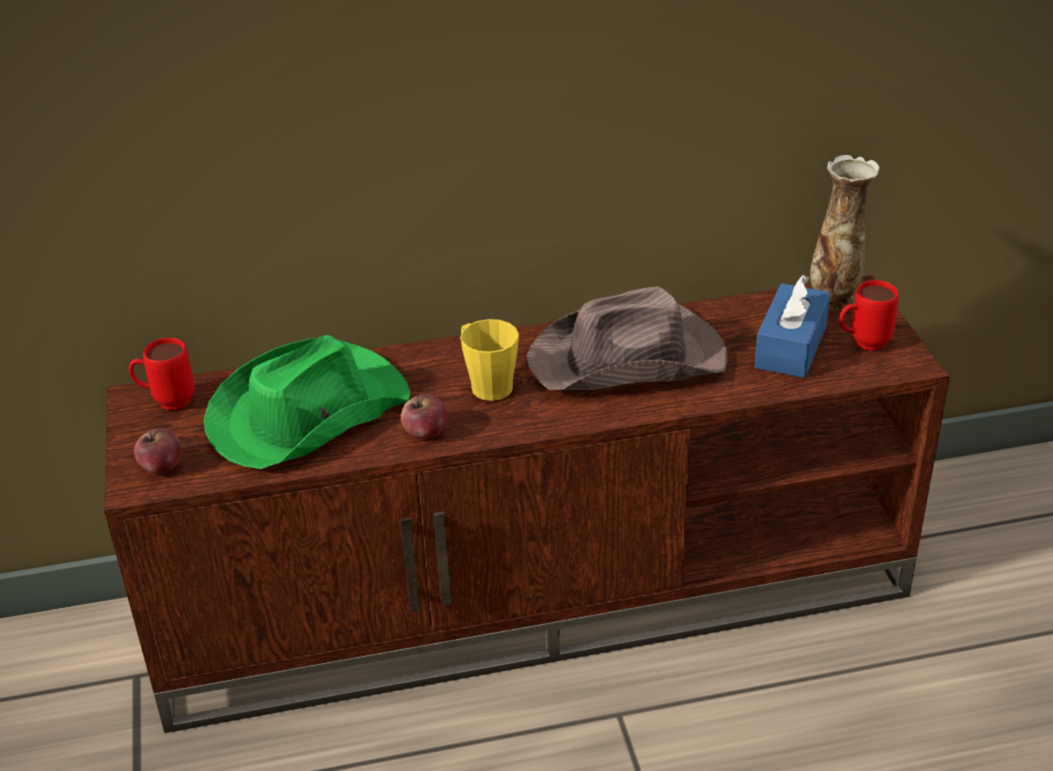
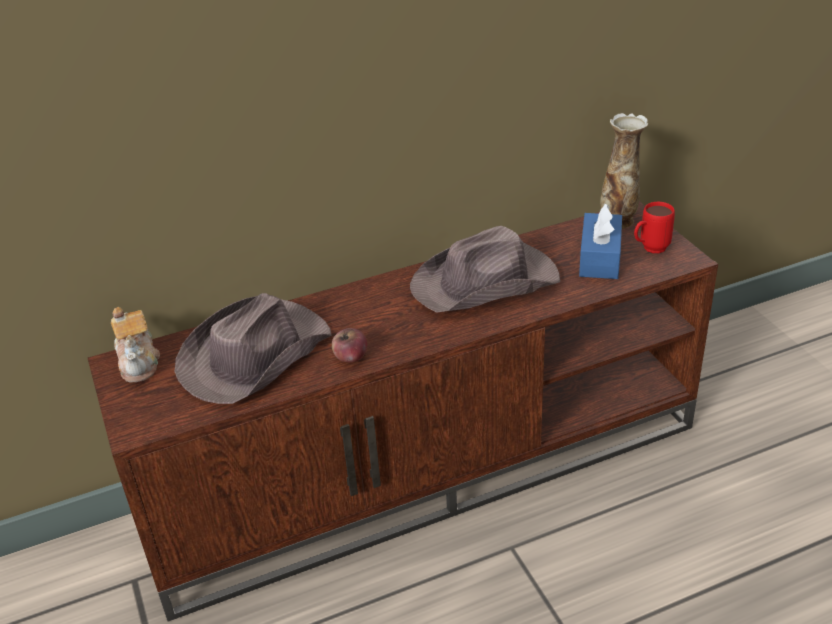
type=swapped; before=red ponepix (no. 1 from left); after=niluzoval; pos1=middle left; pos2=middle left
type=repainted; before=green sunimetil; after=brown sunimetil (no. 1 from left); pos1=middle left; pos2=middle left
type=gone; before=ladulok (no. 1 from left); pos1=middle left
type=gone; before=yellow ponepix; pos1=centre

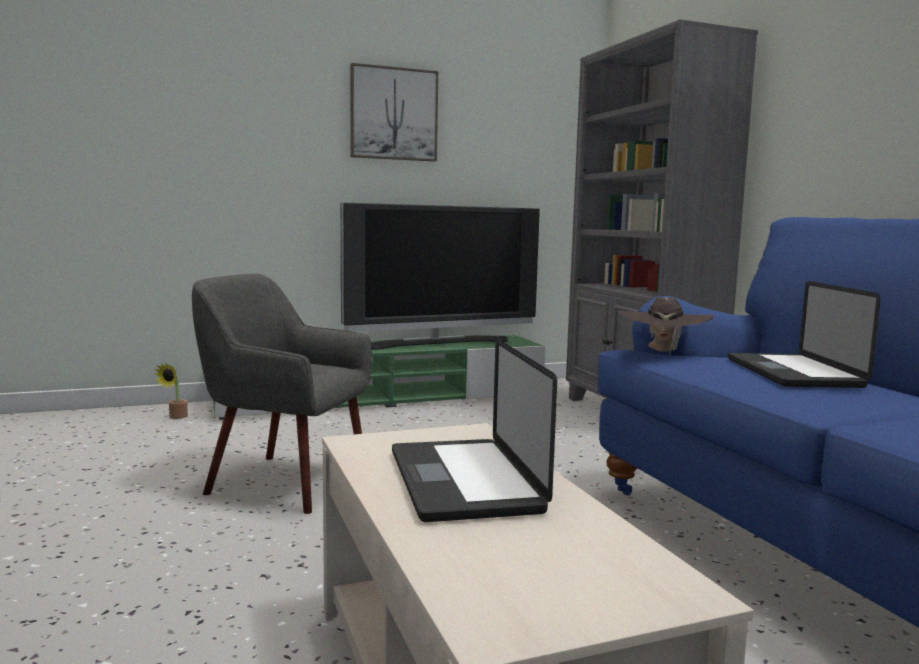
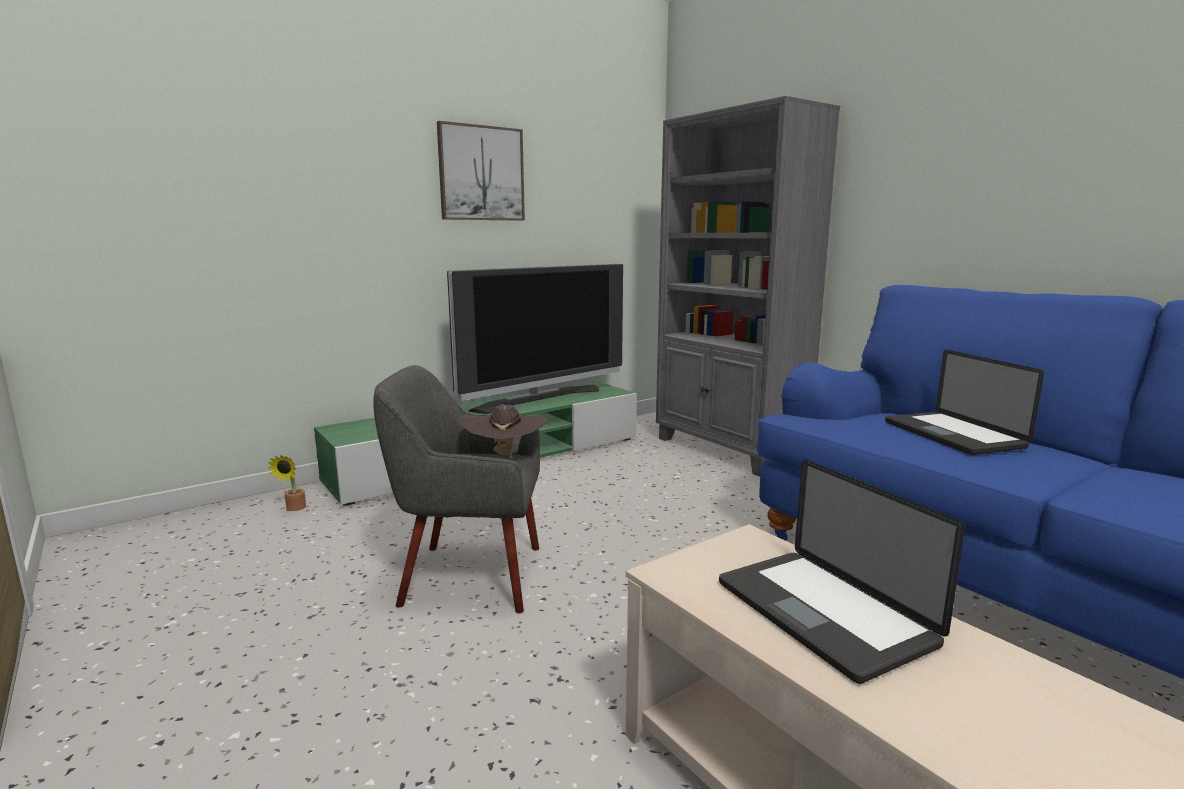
type=shifted; before=brown sunimetil; pos1=middle right; pos2=centre

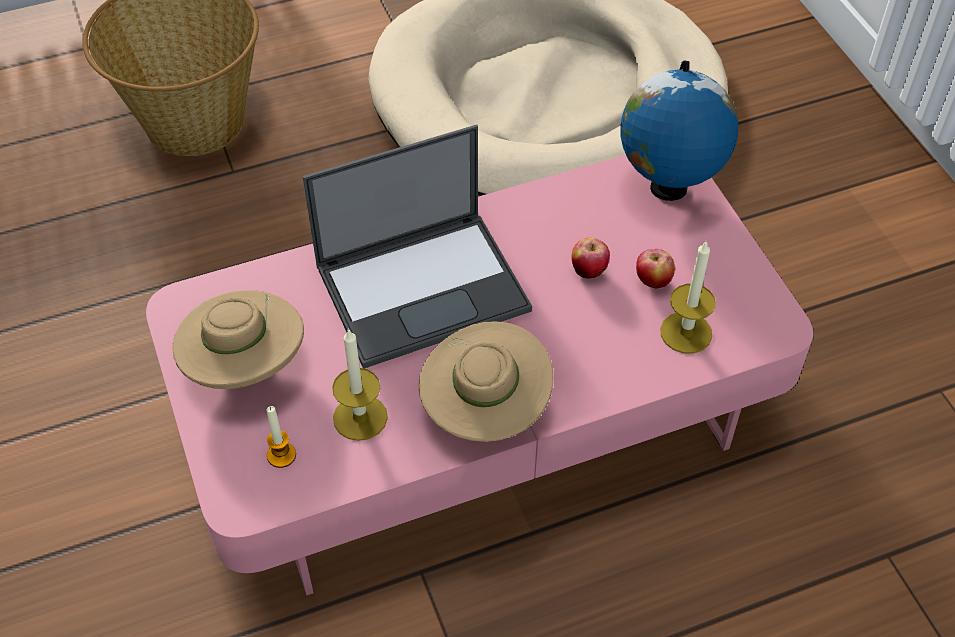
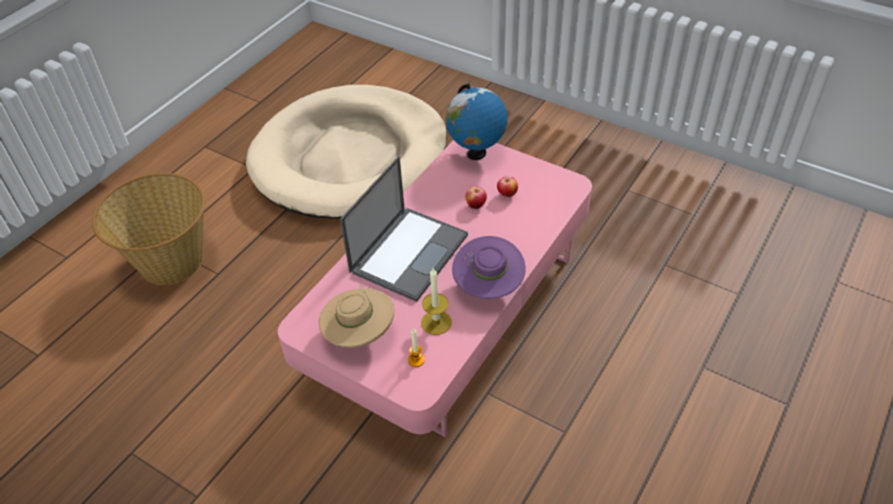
type=repainted; before=beige sunimetil (no. 2 from left); after=purple sunimetil; pos1=centre; pos2=centre
type=gone; before=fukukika (no. 3 from left); pos1=middle right

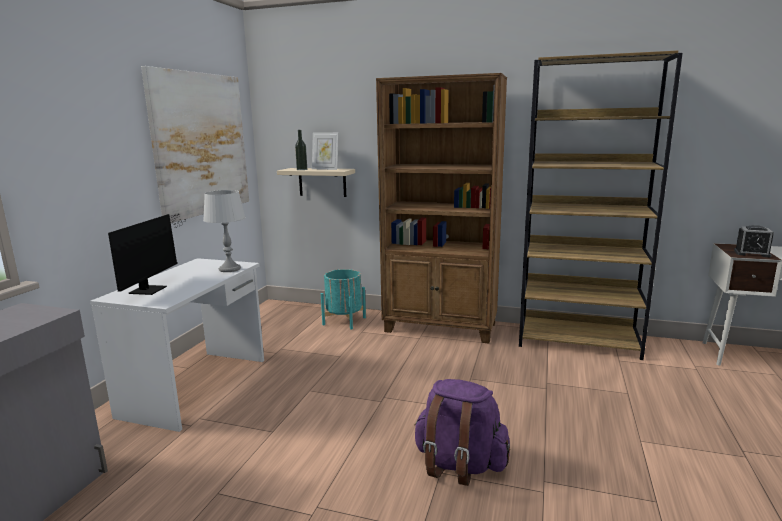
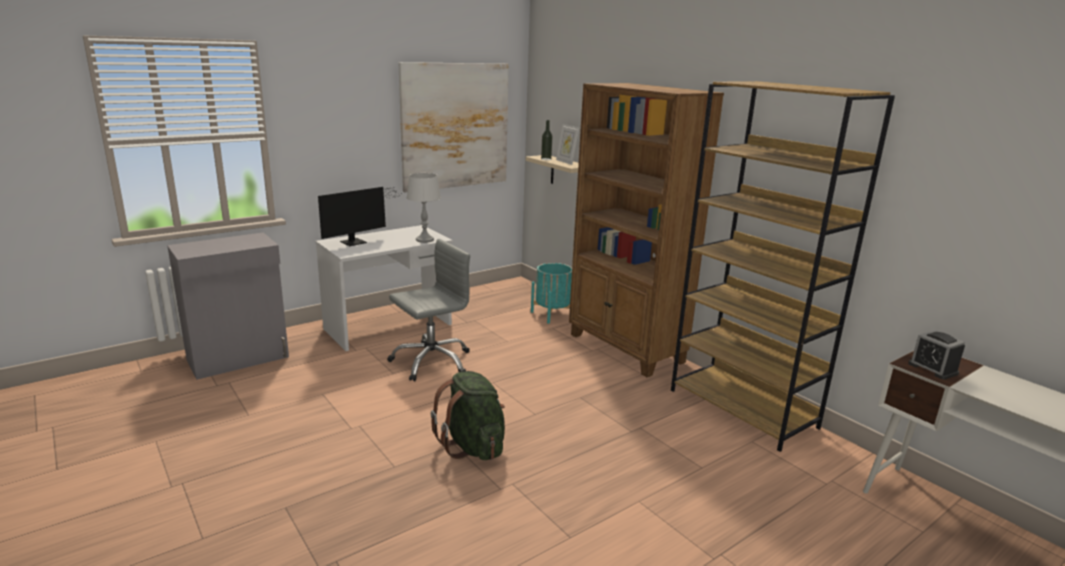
type=new; after=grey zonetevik; pos2=centre
type=repainted; before=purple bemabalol; after=green bemabalol; pos1=bottom centre; pos2=bottom centre

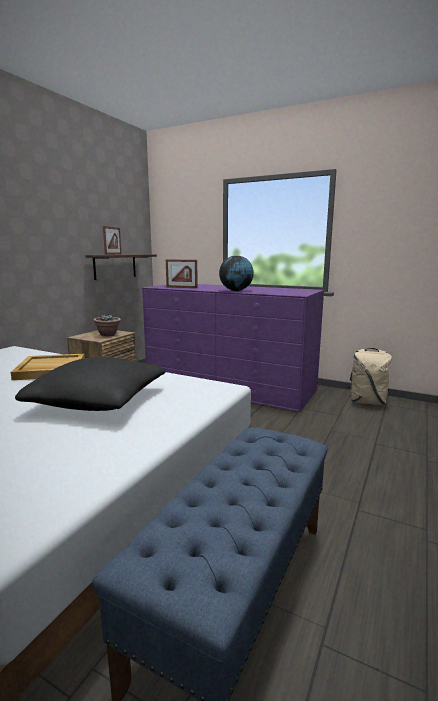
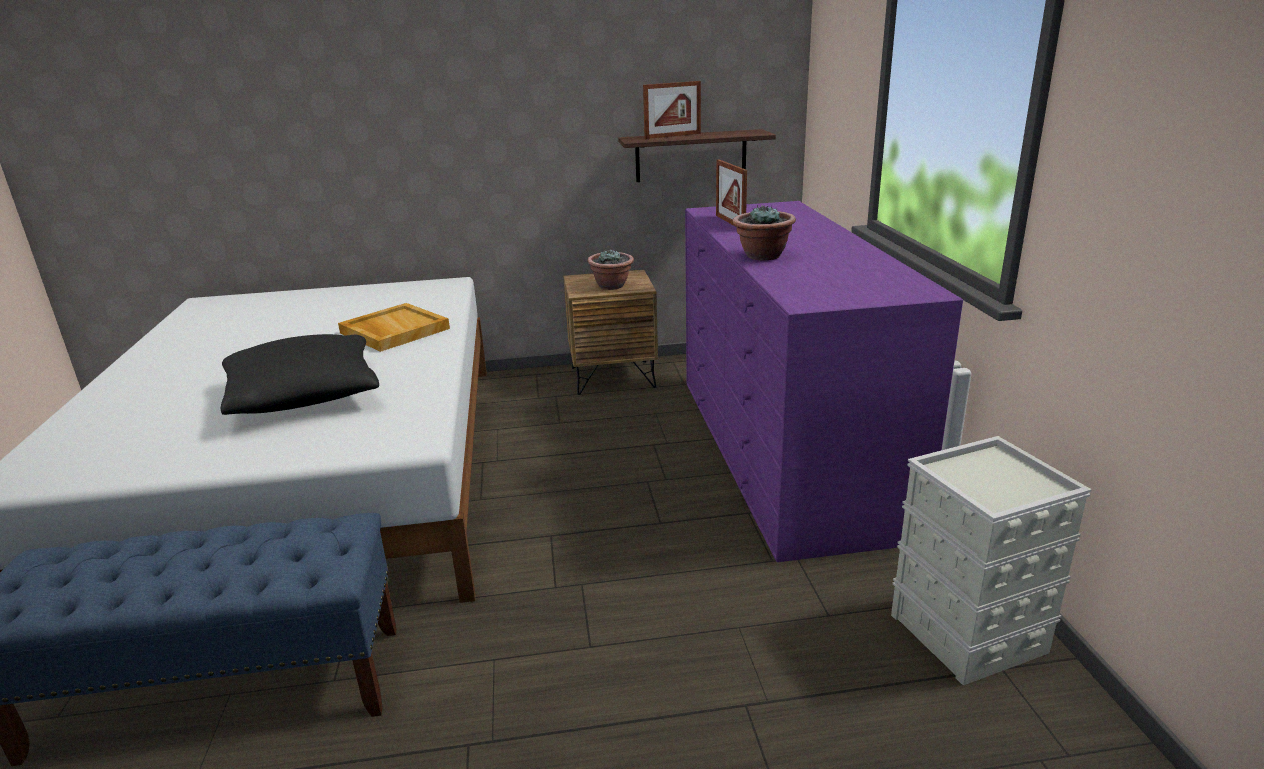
type=swapped; before=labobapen; after=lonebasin (no. 2 from left); pos1=centre; pos2=top centre
type=swapped; before=beige bemabalol; after=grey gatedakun; pos1=middle right; pos2=bottom right

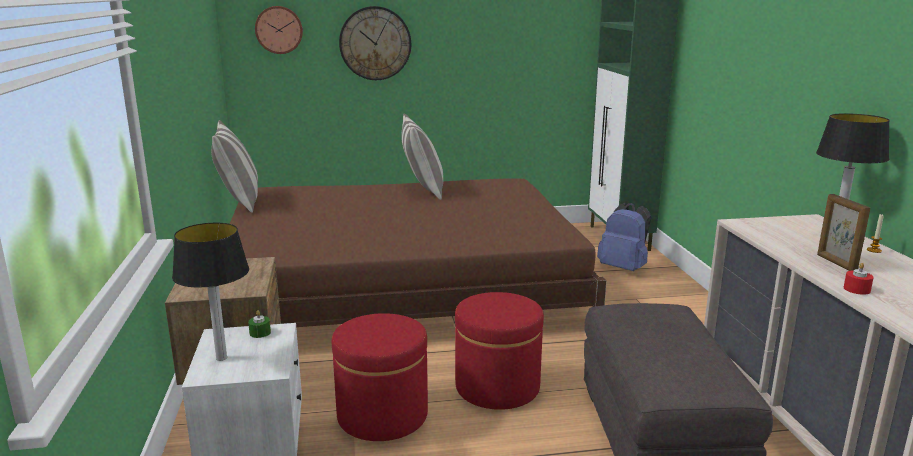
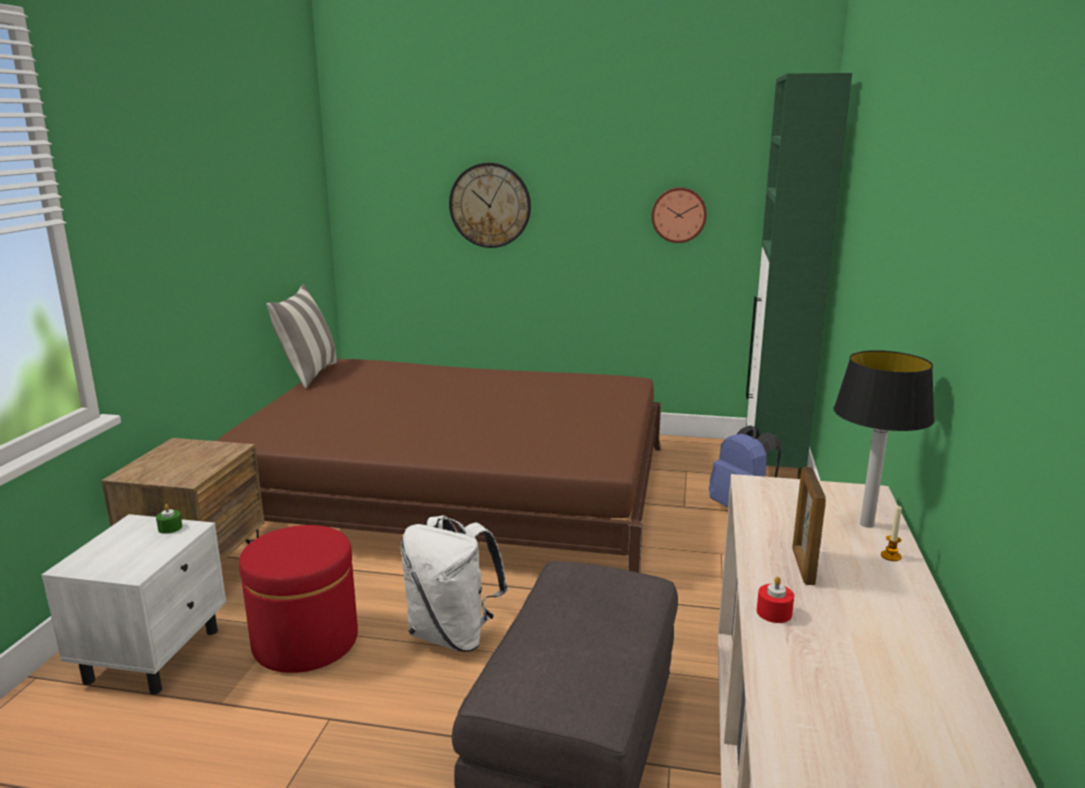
type=swapped; before=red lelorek (no. 2 from left); after=white bemabalol; pos1=bottom centre; pos2=bottom centre
type=shifted; before=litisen (no. 1 from left in the first image); after=litisen (no. 2 from left); pos1=top left; pos2=top centre
type=gone; before=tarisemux (no. 1 from left); pos1=middle left
type=gone; before=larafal (no. 2 from left); pos1=centre

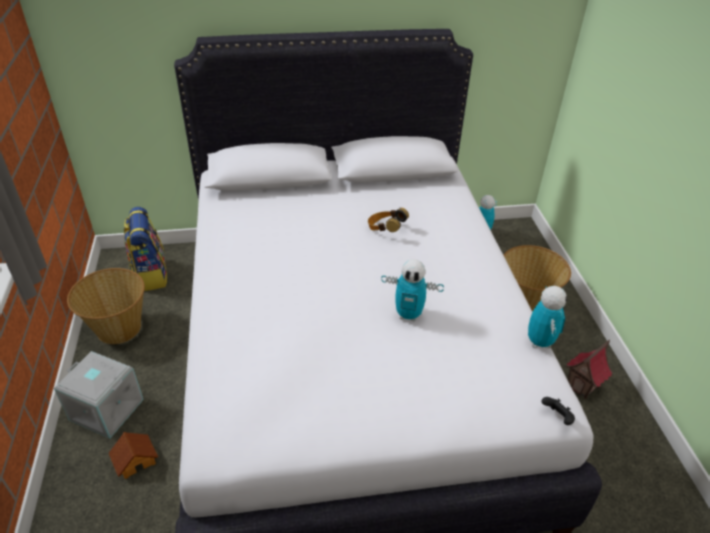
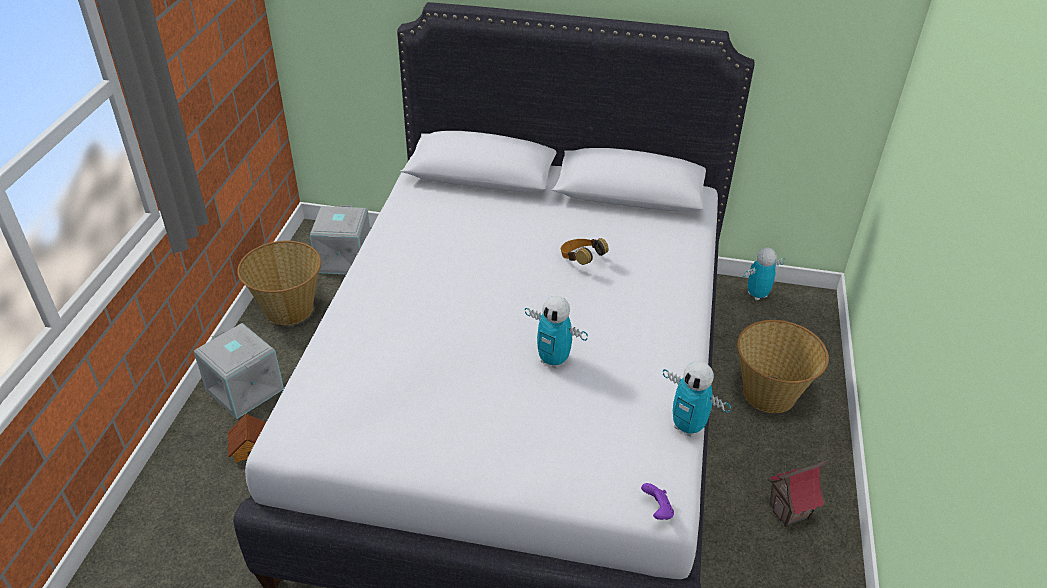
type=swapped; before=bemabalol; after=grey gatedakun (no. 2 from left); pos1=middle left; pos2=middle left
type=repainted; before=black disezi; after=purple disezi; pos1=bottom right; pos2=bottom centre
type=rotated; before=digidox (no. 3 from left in the first image); pos1=middle right; pos2=bottom centre; turn=105

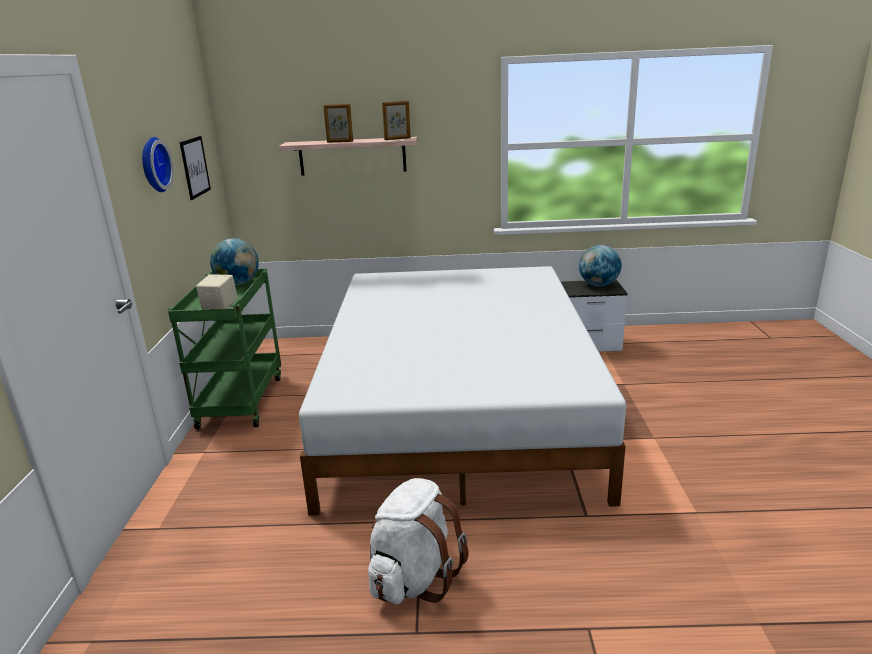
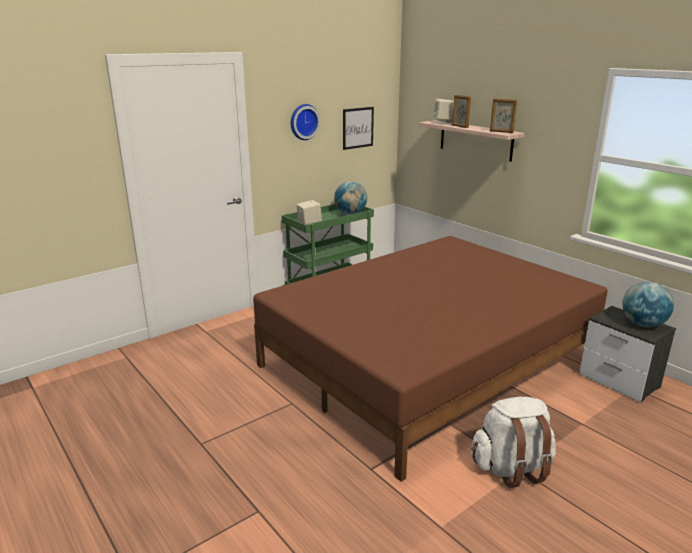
type=repainted; before=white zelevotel; after=brown zelevotel; pos1=centre; pos2=centre
type=new; after=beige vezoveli (no. 2 from left); pos2=top centre
type=shifted; before=white bemabalol; pos1=bottom centre; pos2=bottom right

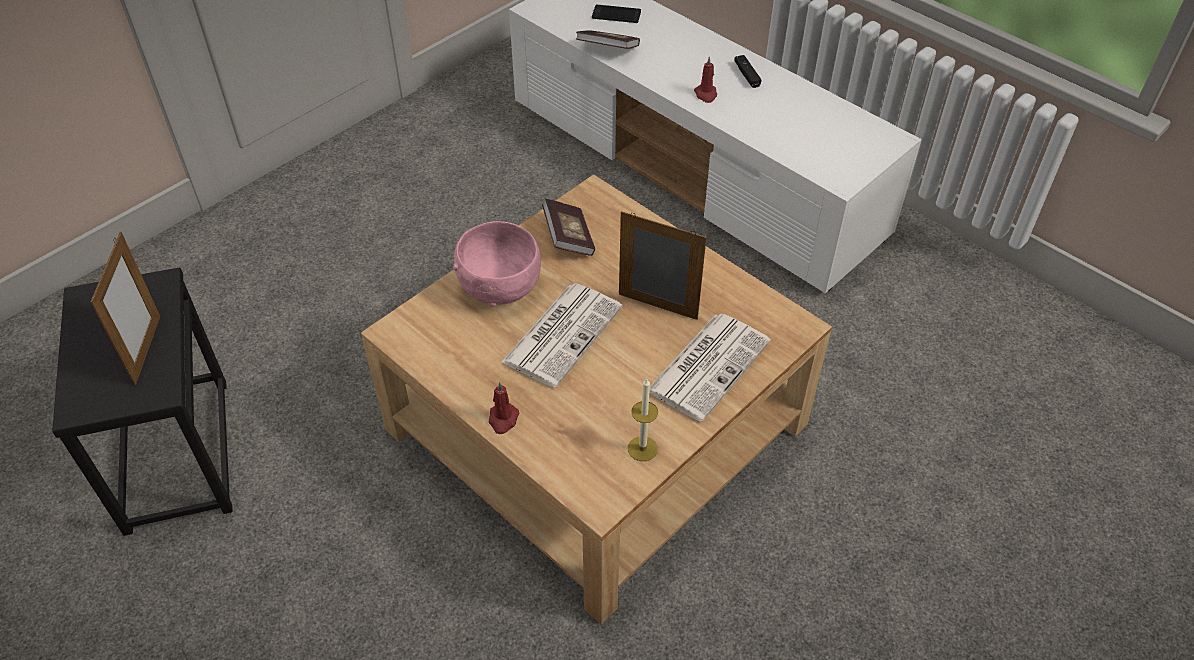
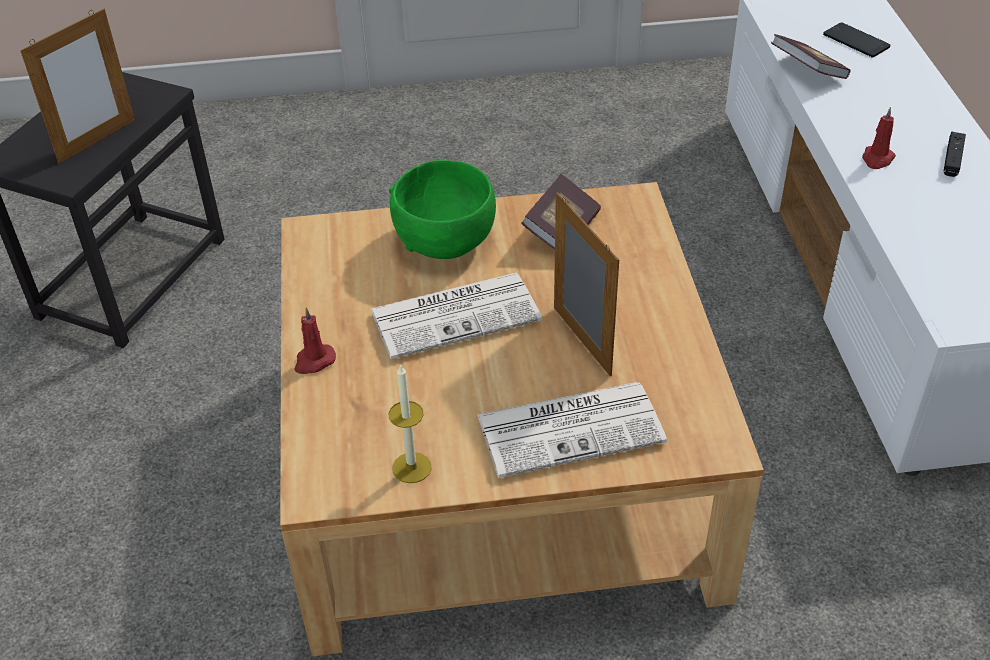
type=repainted; before=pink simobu; after=green simobu; pos1=centre; pos2=top centre

